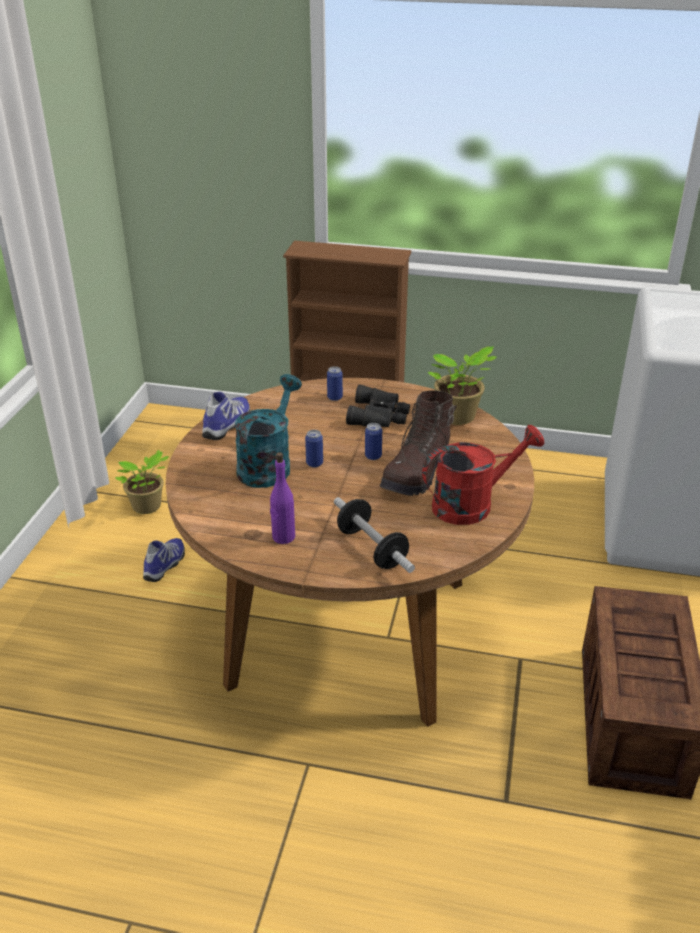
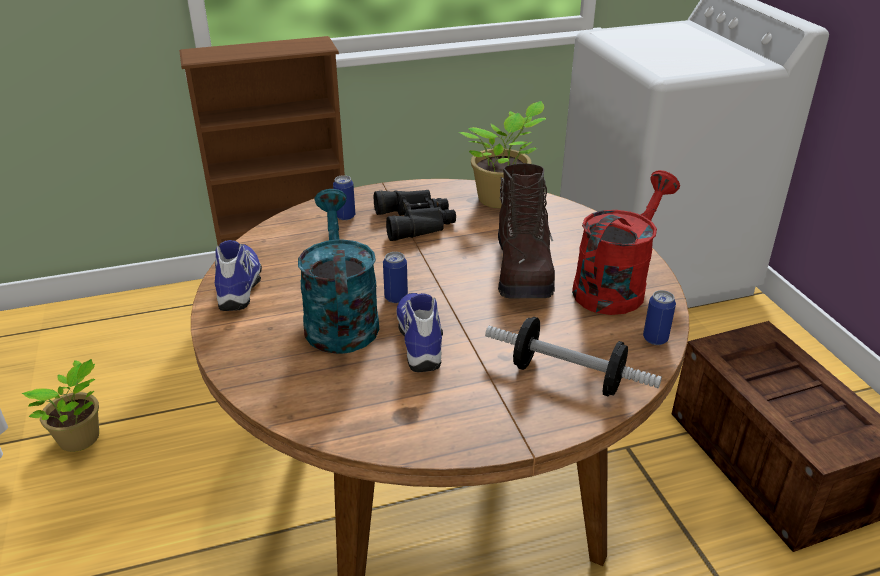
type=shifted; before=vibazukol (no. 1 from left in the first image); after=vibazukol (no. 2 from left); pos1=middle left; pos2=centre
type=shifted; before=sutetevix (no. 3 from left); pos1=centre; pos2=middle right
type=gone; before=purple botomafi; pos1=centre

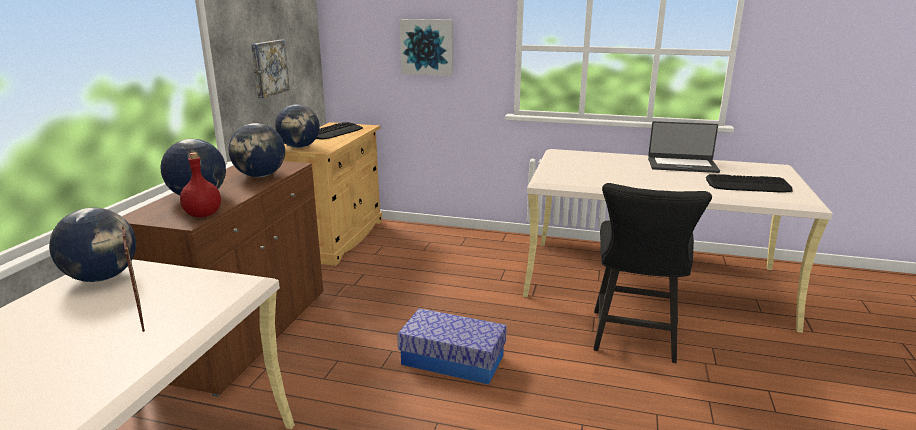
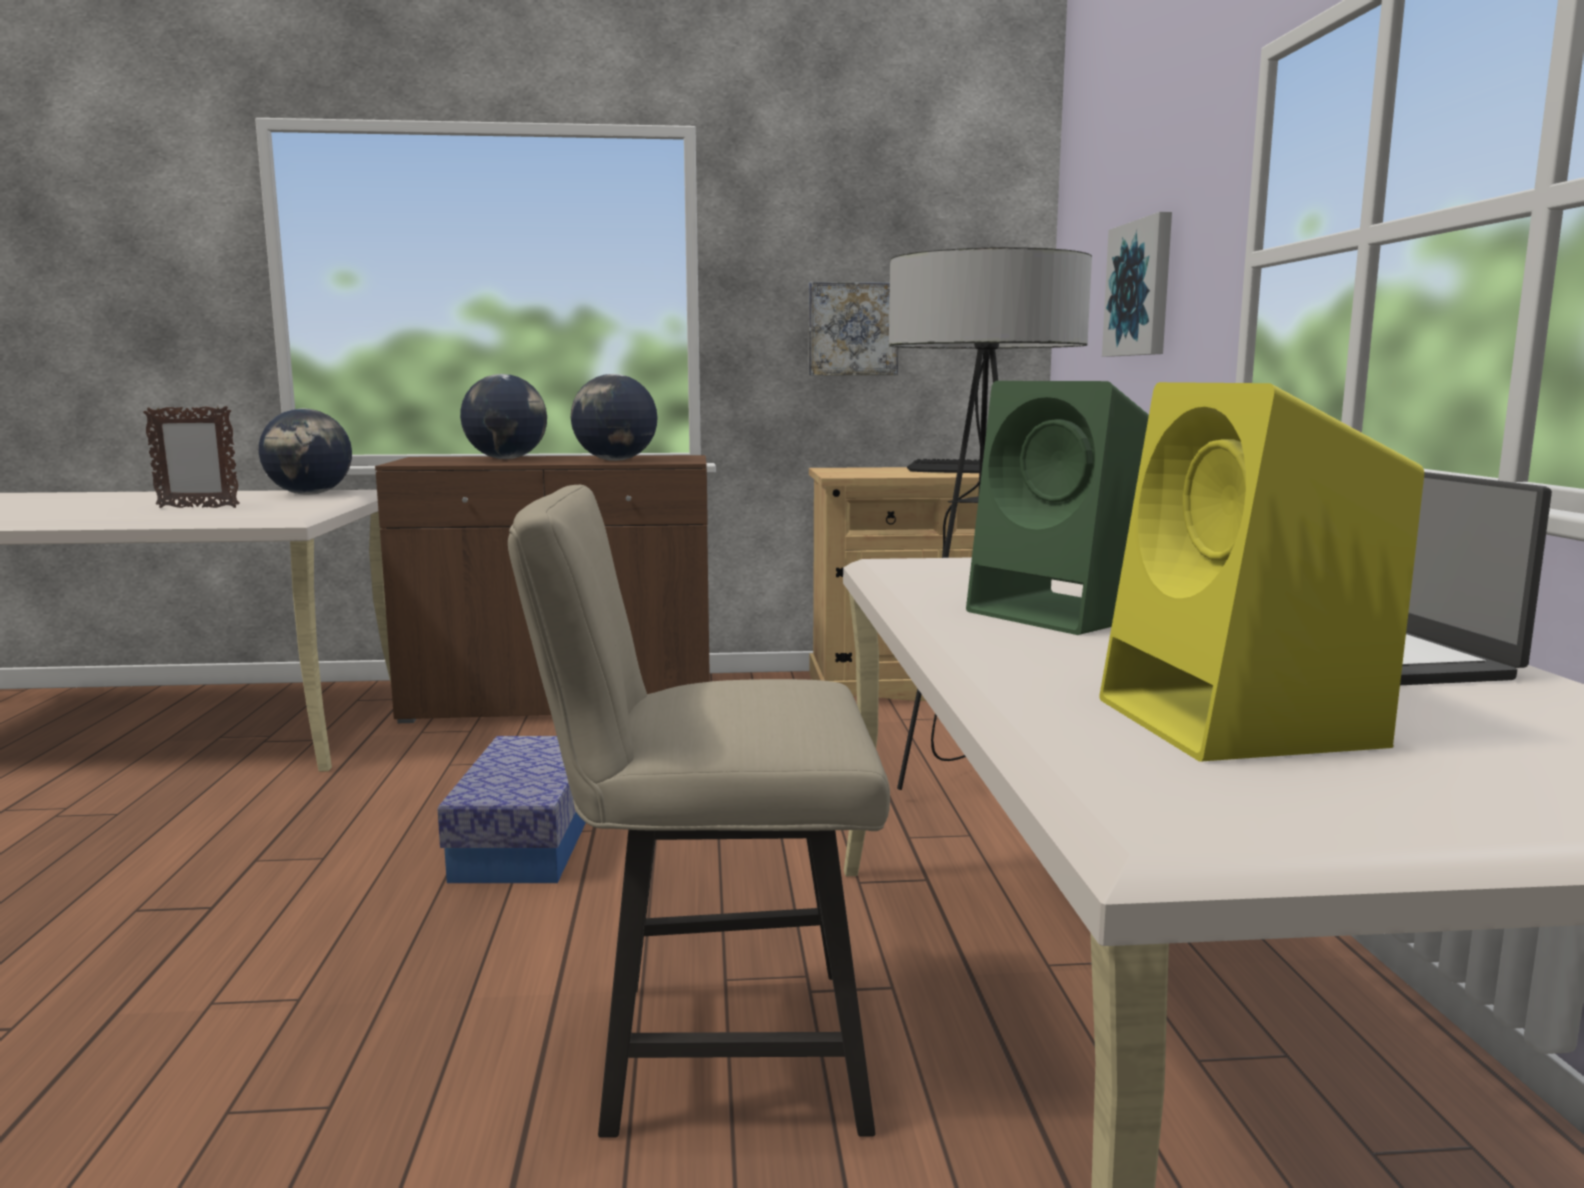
type=rotated; before=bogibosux; pos1=middle left; pos2=middle left; turn=-135
type=repainted; before=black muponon; after=beige muponon; pos1=middle right; pos2=bottom centre
type=new; after=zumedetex; pos2=centre
type=new; after=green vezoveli; pos2=middle right
type=swapped; before=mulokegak (no. 2 from left); after=yellow vezoveli; pos1=middle right; pos2=middle right
type=gone; before=red botomafi; pos1=middle left
type=gone; before=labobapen (no. 4 from left); pos1=top left

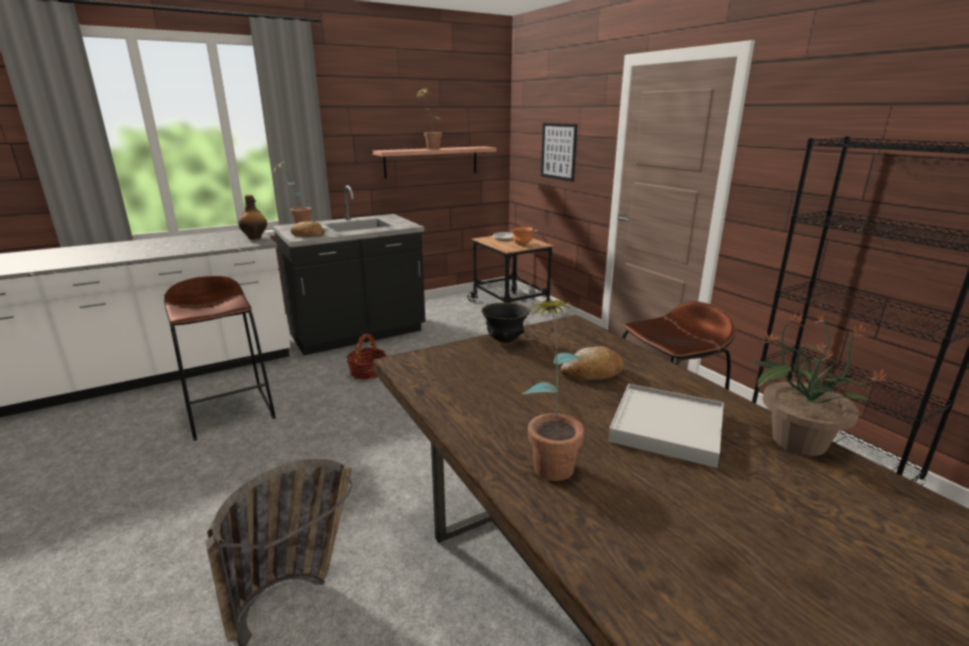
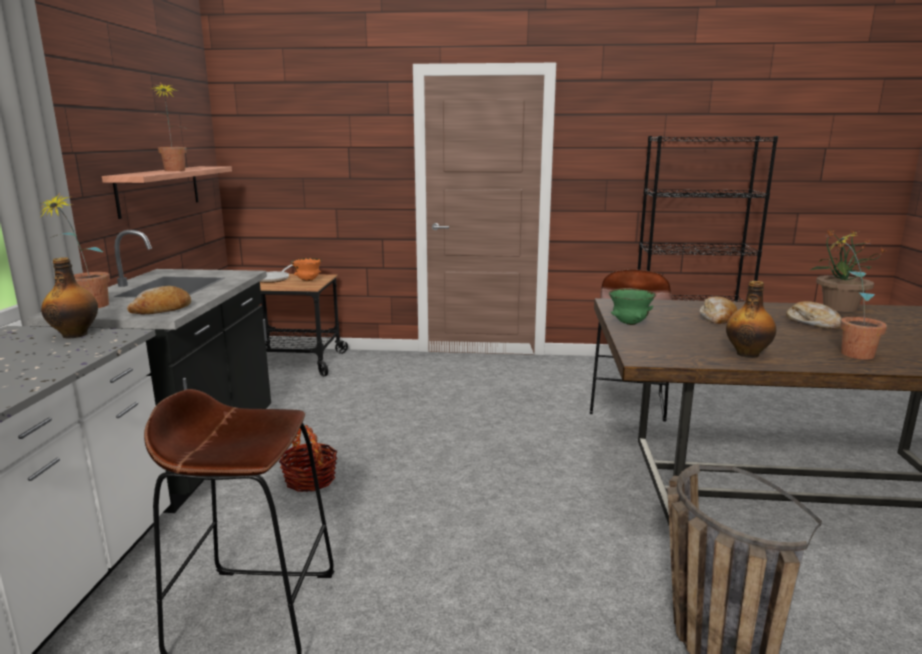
type=repainted; before=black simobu; after=green simobu; pos1=centre; pos2=middle right
type=new; after=botomafi (no. 2 from left); pos2=middle right
type=swapped; before=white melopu; after=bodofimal (no. 3 from left); pos1=middle right; pos2=middle right
type=gone; before=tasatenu; pos1=top centre

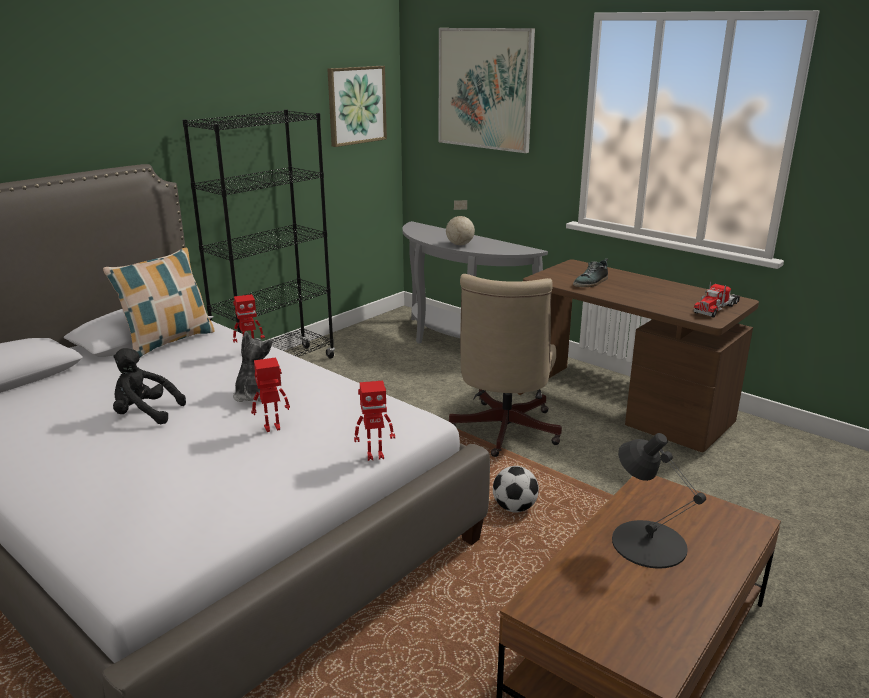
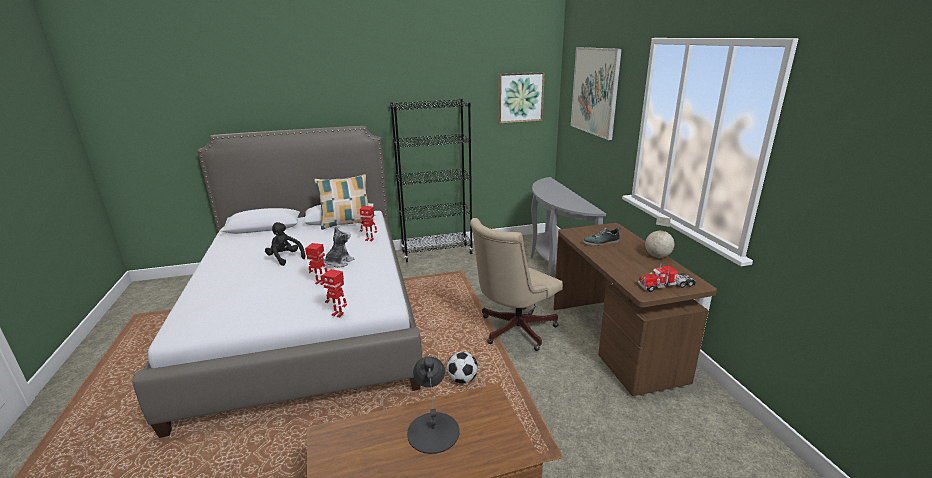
type=shifted; before=labobapen; pos1=top centre; pos2=middle right

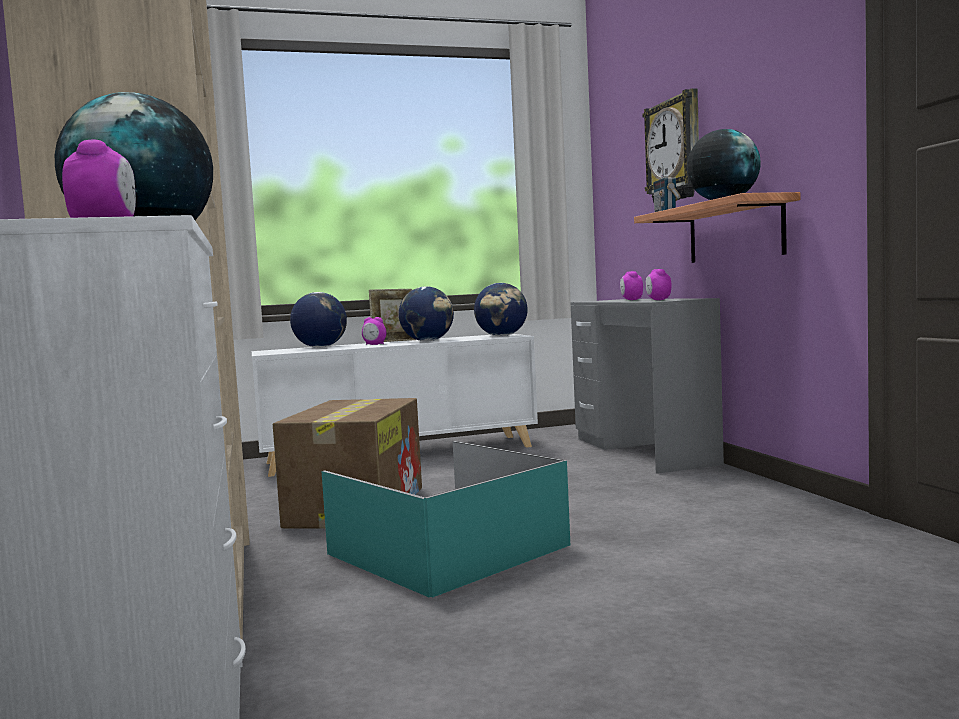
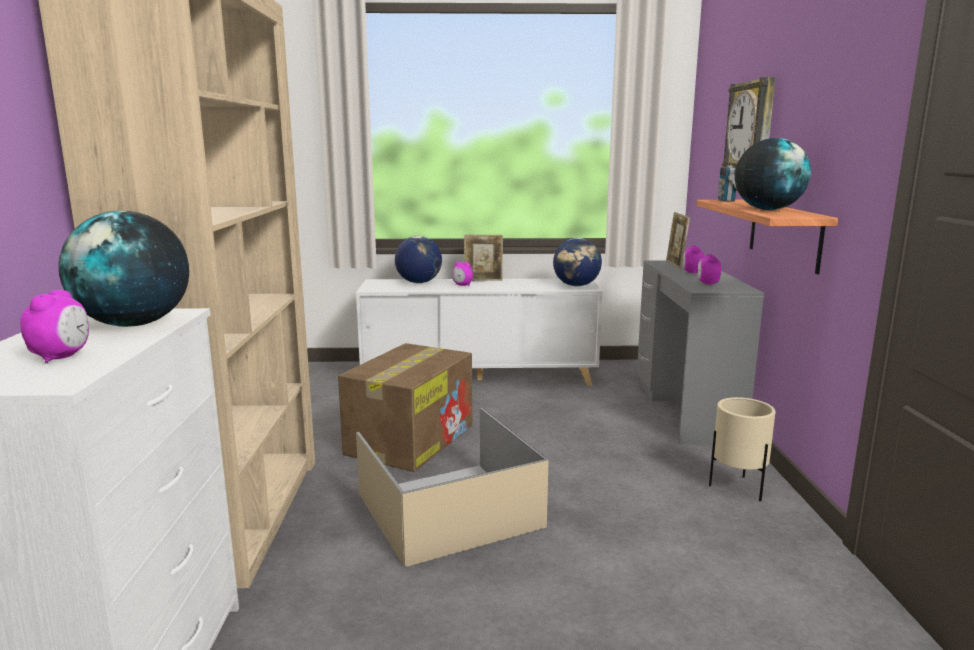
type=repainted; before=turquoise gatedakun; after=beige gatedakun; pos1=bottom centre; pos2=bottom centre
type=new; after=bogibosux (no. 2 from left); pos2=middle right
type=new; after=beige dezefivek; pos2=bottom right
type=gone; before=labobapen (no. 3 from left); pos1=centre

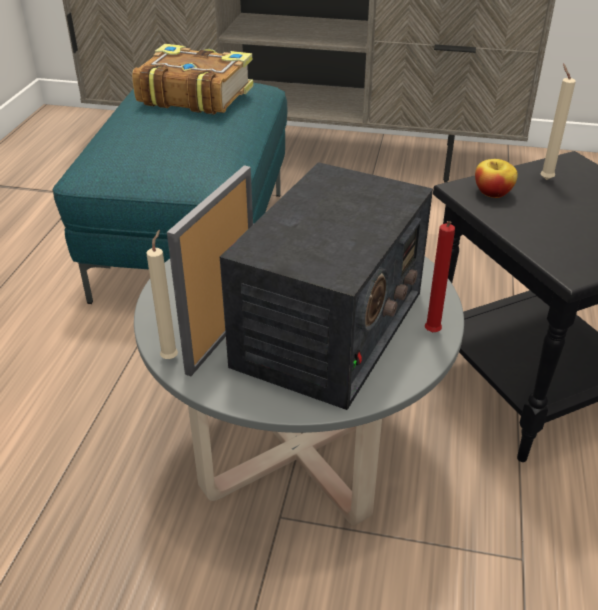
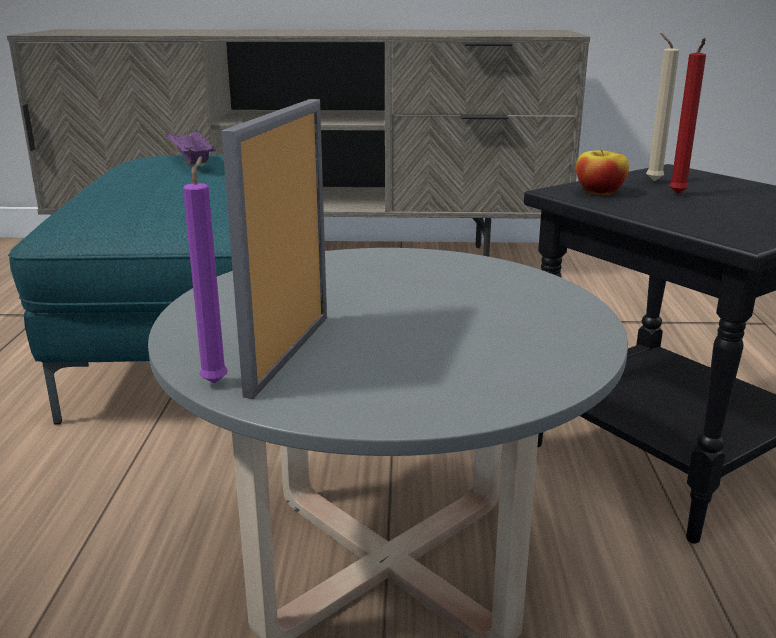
type=swapped; before=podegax; after=purple melopu; pos1=top left; pos2=top left
type=repainted; before=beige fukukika (no. 1 from left); after=purple fukukika; pos1=middle left; pos2=middle left
type=shifted; before=red fukukika; pos1=middle right; pos2=top right
type=gone; before=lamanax; pos1=centre

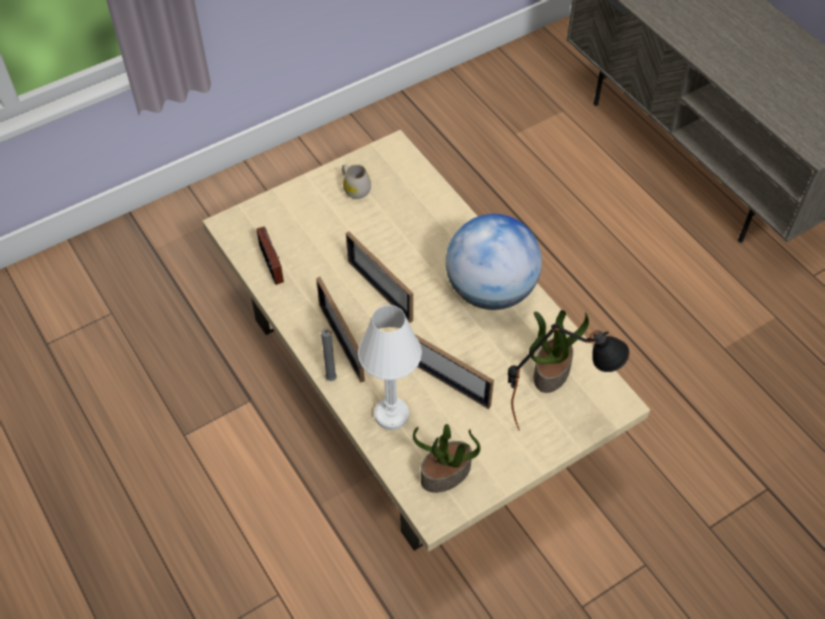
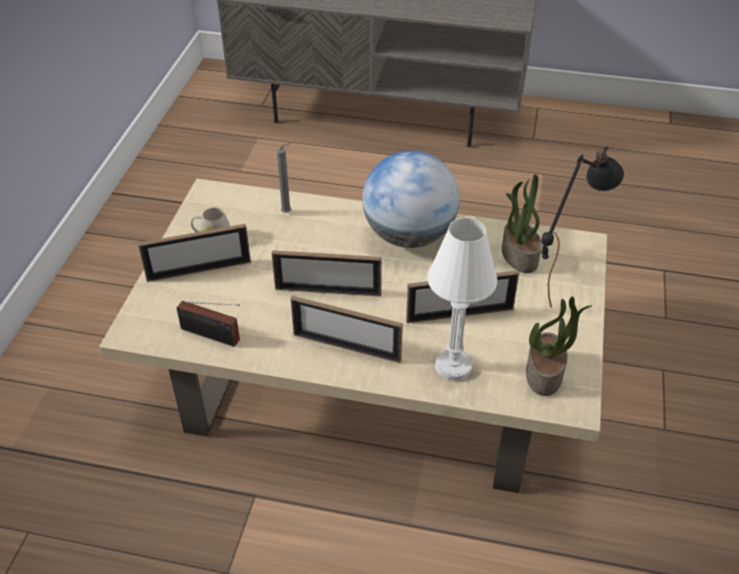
type=new; after=bogibosux (no. 1 from left); pos2=middle left
type=shifted; before=grey fukukika; pos1=centre; pos2=top centre

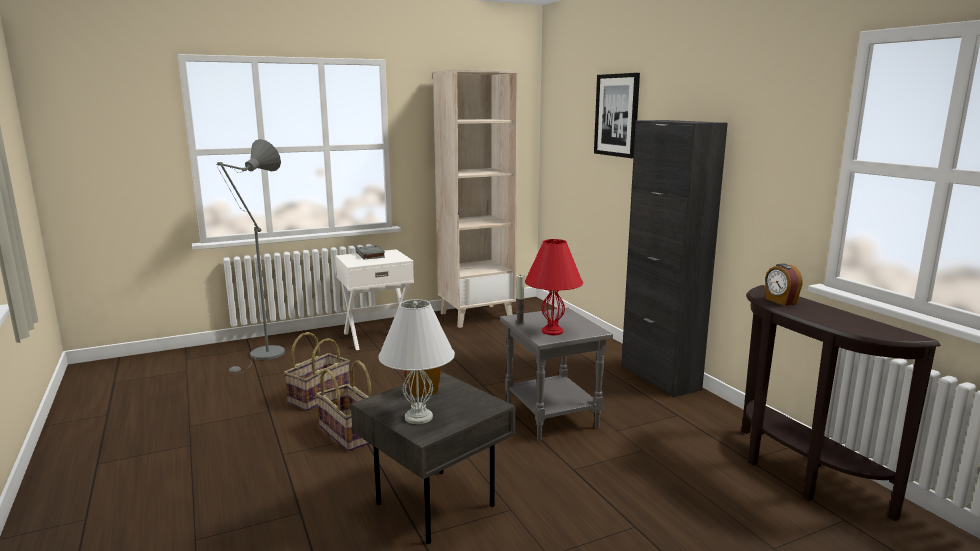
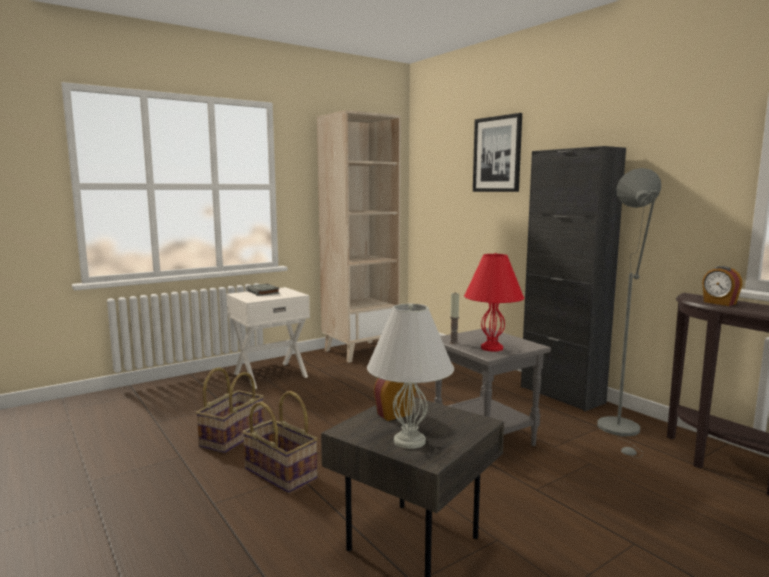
type=shifted; before=grey zumedetex; pos1=middle left; pos2=middle right

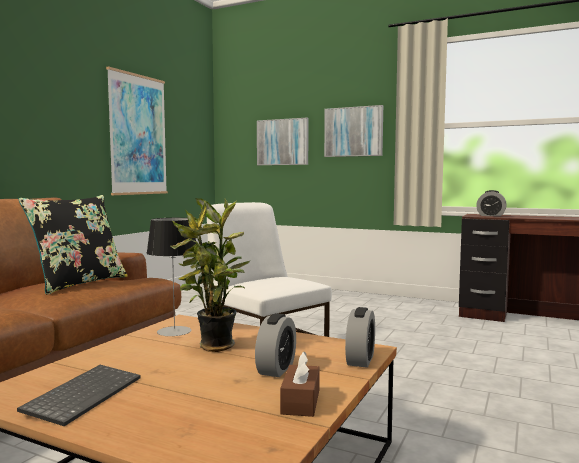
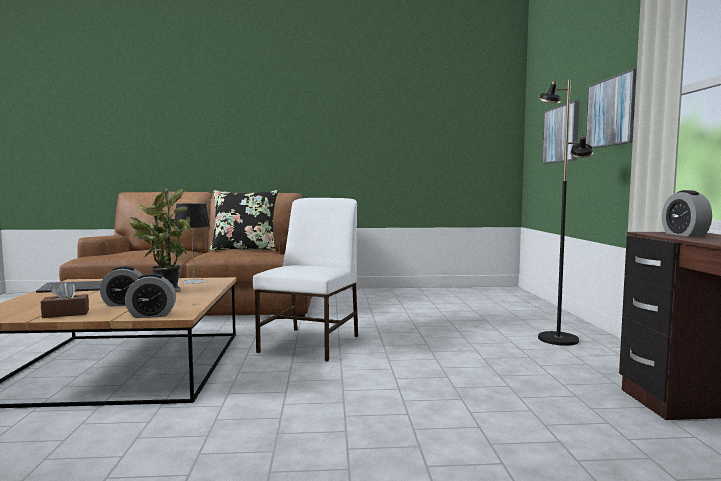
type=new; after=black zumedetex; pos2=middle right
type=gone; before=tasatenu (no. 1 from left); pos1=top left

